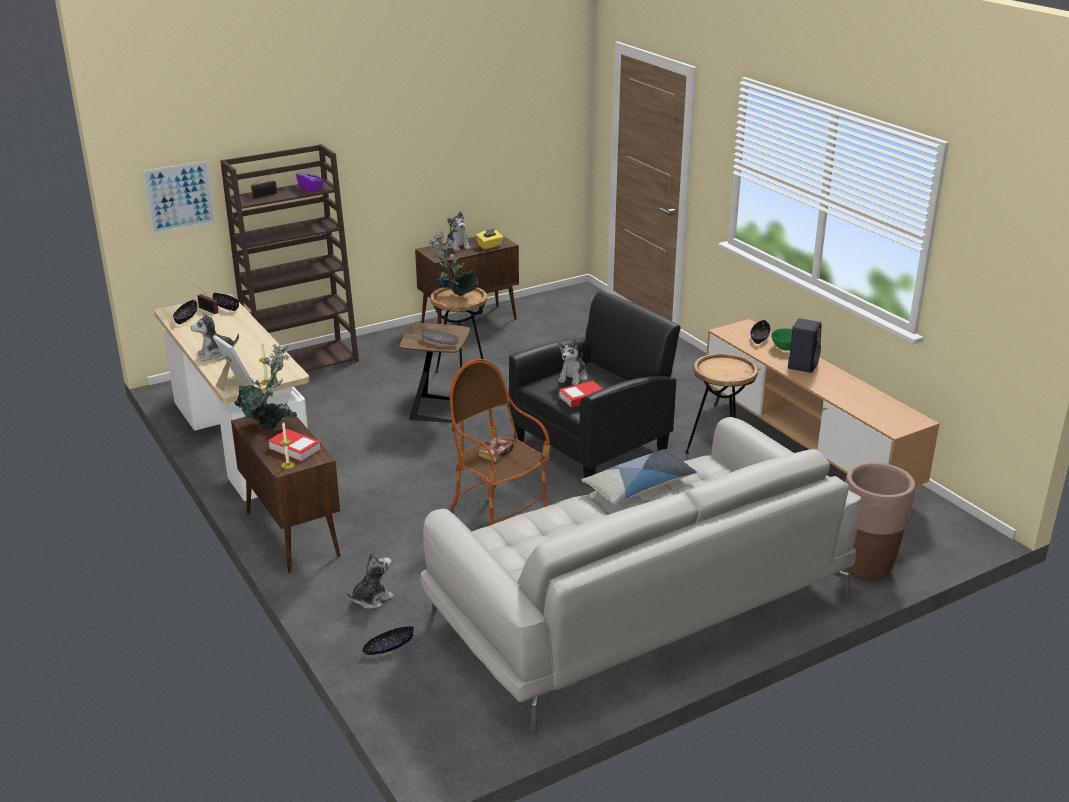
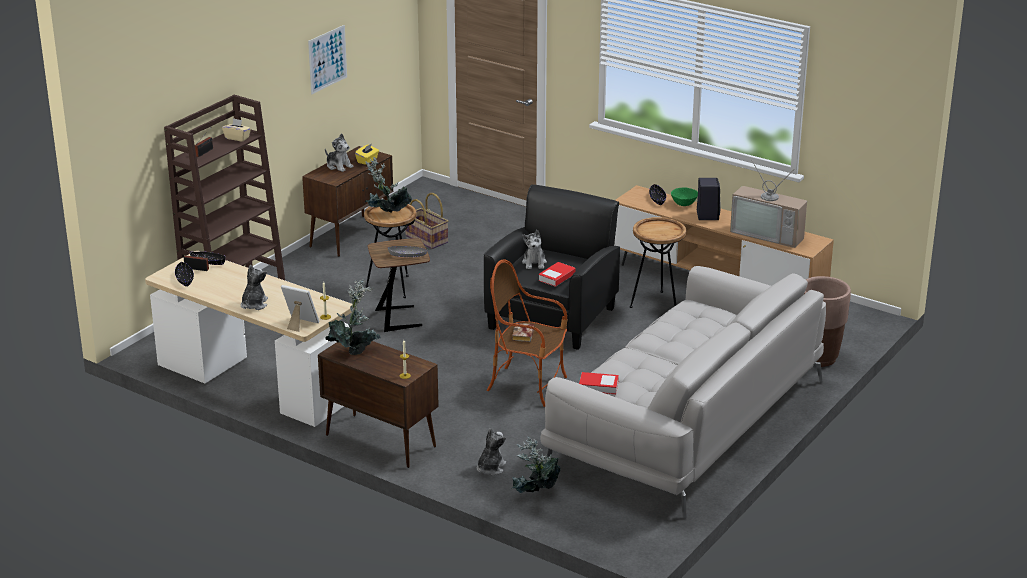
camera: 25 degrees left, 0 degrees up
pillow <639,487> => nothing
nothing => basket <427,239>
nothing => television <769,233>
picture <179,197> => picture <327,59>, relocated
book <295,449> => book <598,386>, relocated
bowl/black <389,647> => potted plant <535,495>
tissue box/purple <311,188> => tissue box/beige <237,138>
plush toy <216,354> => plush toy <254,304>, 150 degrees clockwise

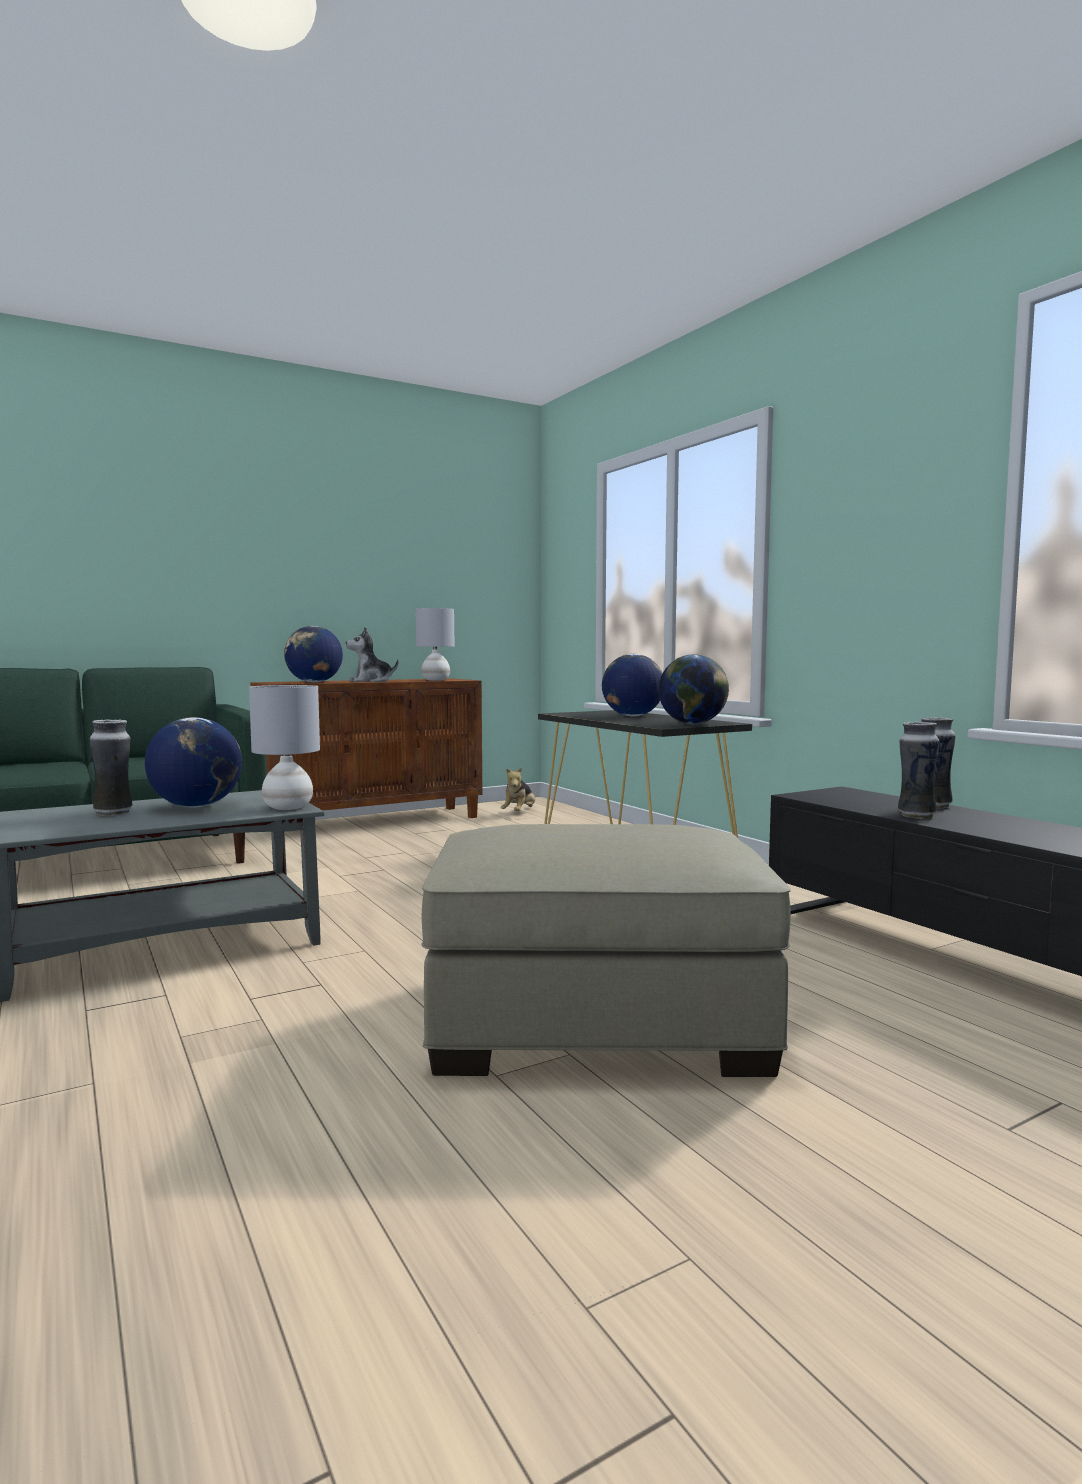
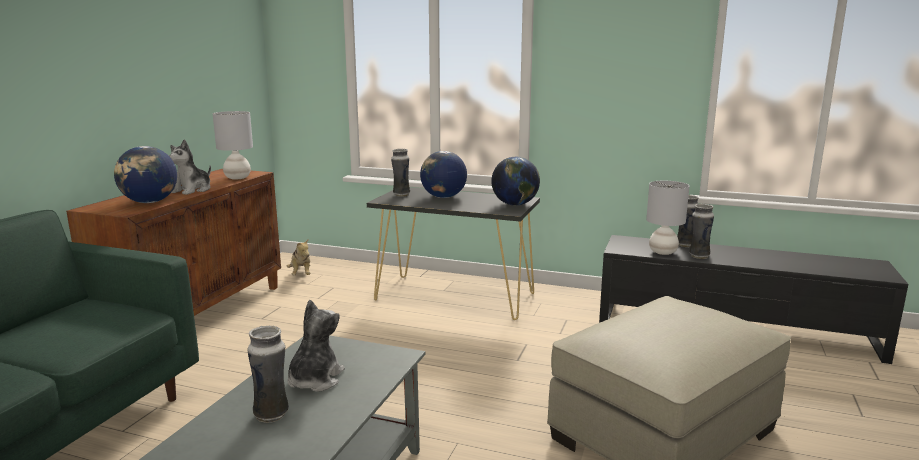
camera: 40 degrees left, 10 degrees up
nothing => vase <401,195>
table lamp/grey <287,807> => table lamp/grey <663,252>, relocated
globe <196,806> => plush toy <314,380>

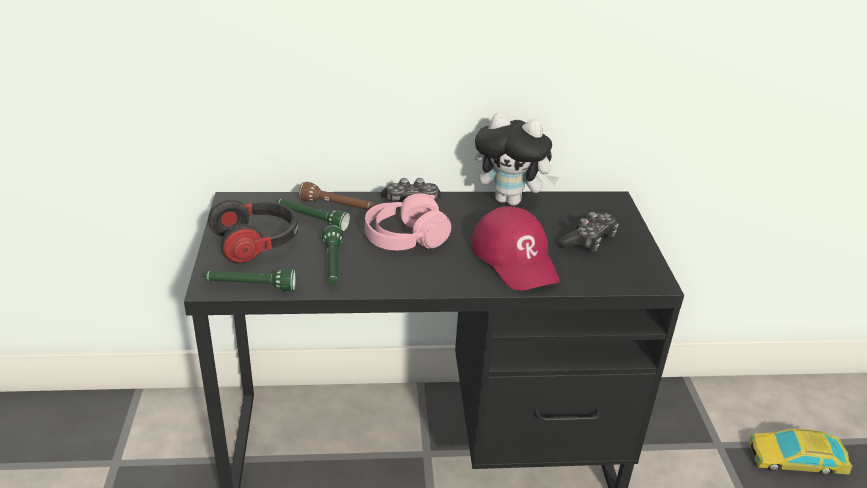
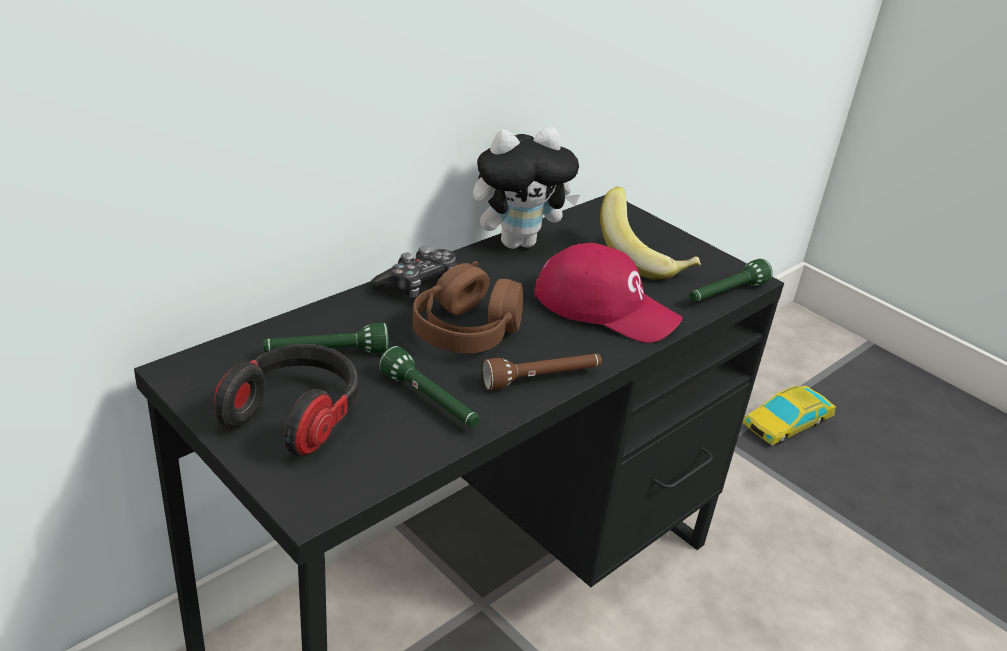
camera: 40 degrees left, 0 degrees up
flashlight/green <250,286> => flashlight/green <725,294>, relocated
flashlight/brown <337,206> => flashlight/brown <542,379>, relocated
game controller <588,241> => banana <644,259>
headphones/pink <405,238> => headphones/brown <466,330>

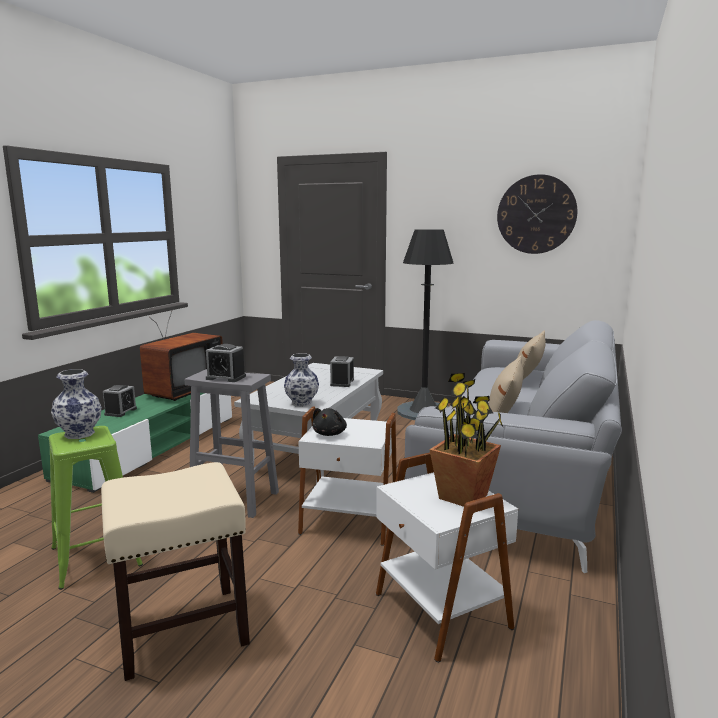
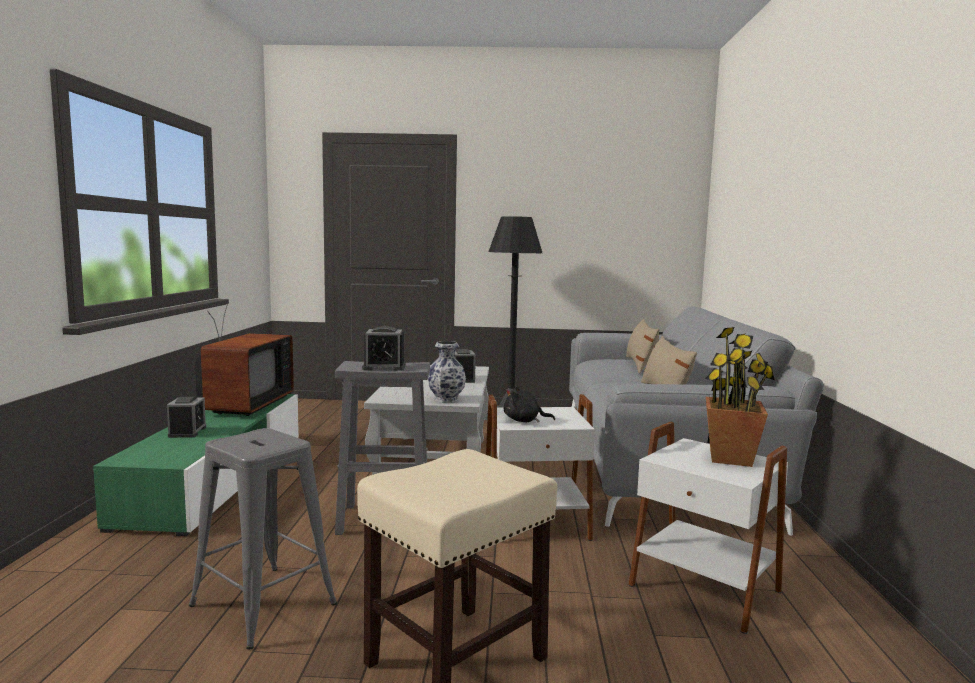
camera: 20 degrees left, 5 degrees down
vase <80,433> => nothing
wall clock <536,214> => nothing
stool/green <96,557> => stool/grey <264,605>
plush toy/black <330,434> => plush toy/black <524,421>, 105 degrees clockwise

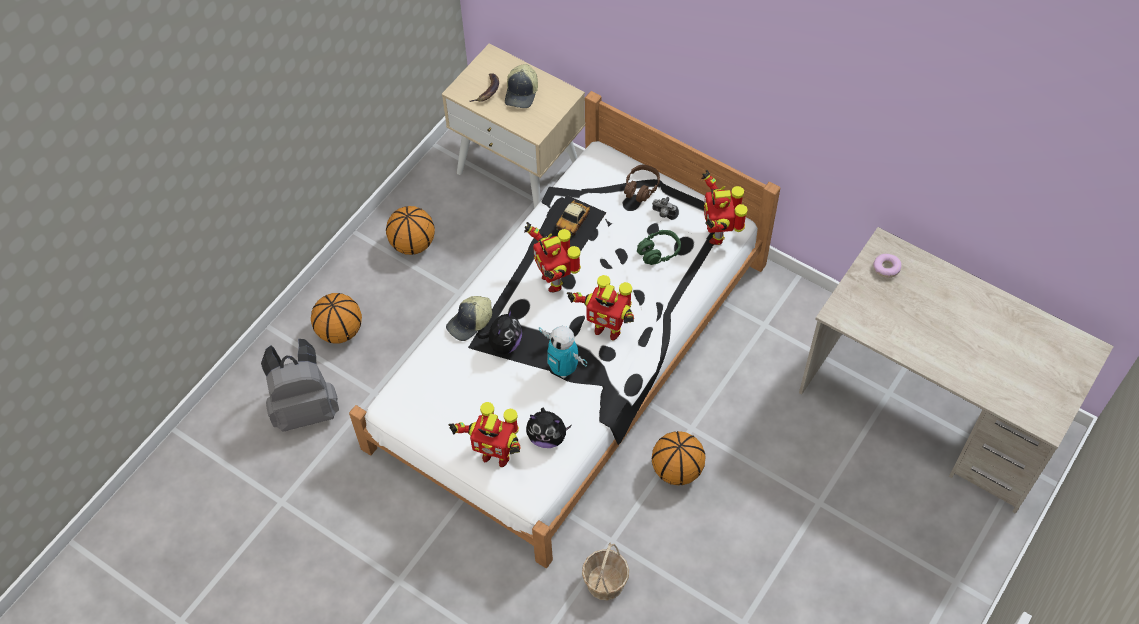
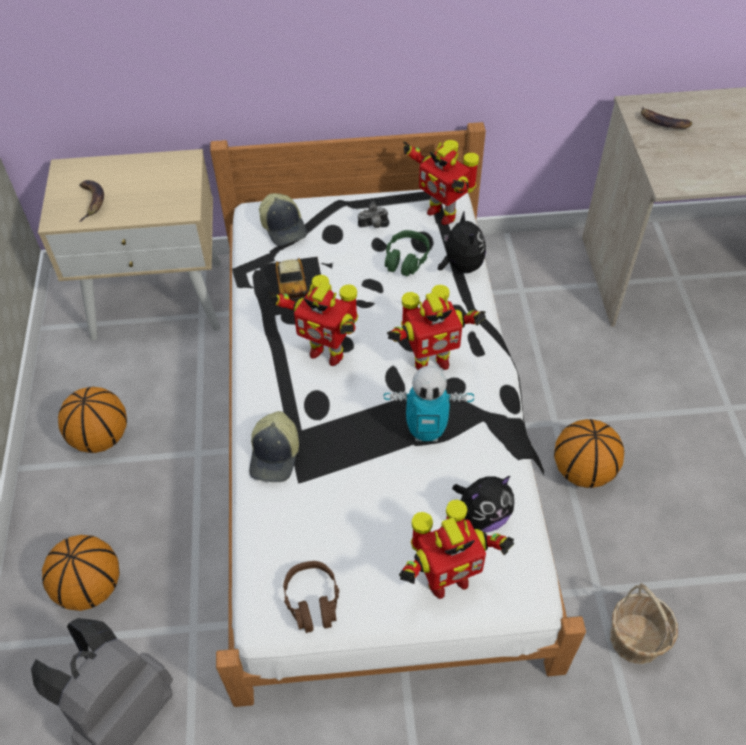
camera: 40 degrees left, 5 degrees down
plush toy <504,344> => plush toy <461,266>, relocated
cap <522,93> => cap <284,227>, relocated
headphones/brown <641,188> => headphones/brown <312,601>, relocated
donut <886,268> => banana <662,123>

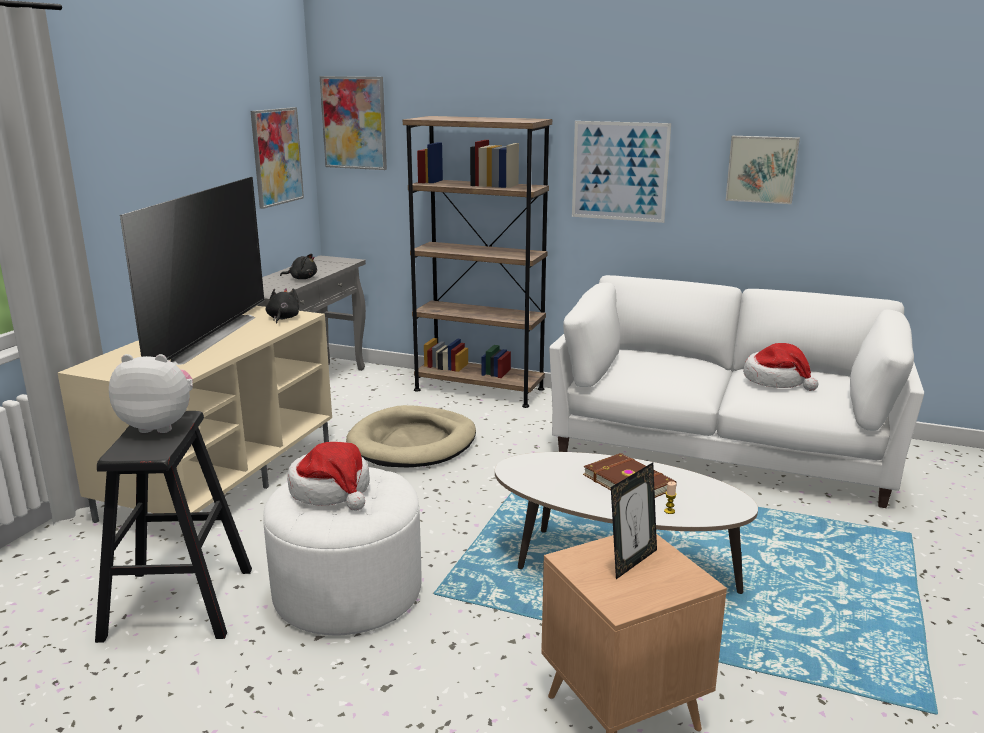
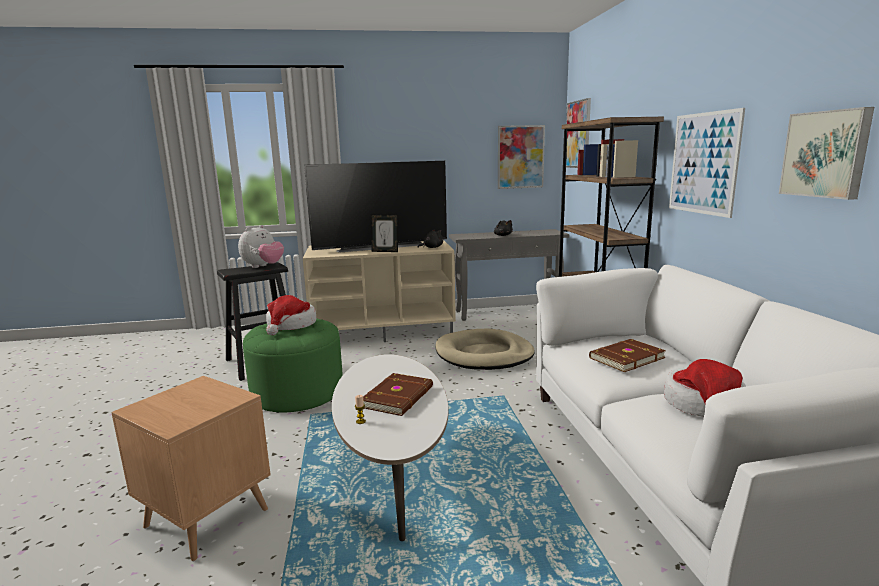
camera: 60 degrees right, 5 degrees down
nothing => book/brown <625,358>
picture frame <632,562> => picture frame <385,251>, relocated
ottoman/white <347,591> => ottoman/green <297,392>
plush toy <159,425> => plush toy <263,267>, 60 degrees clockwise

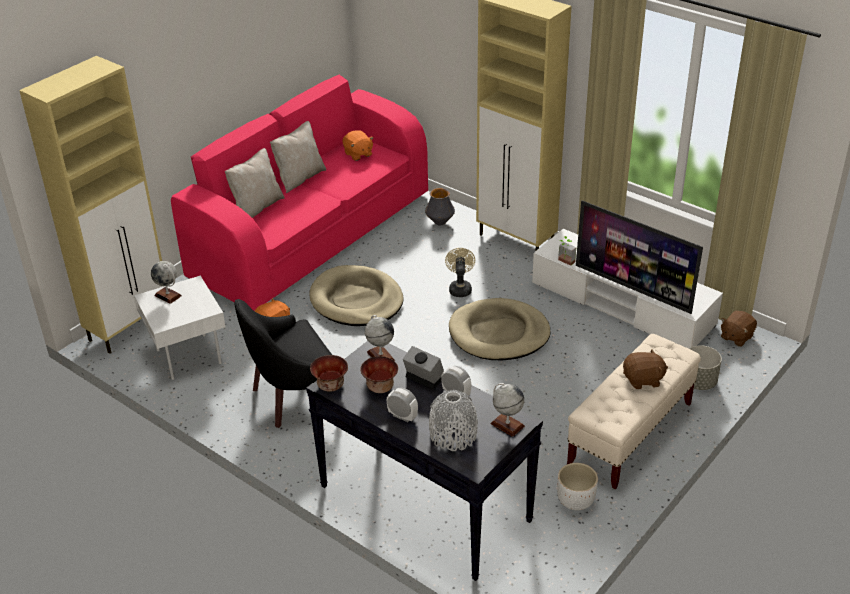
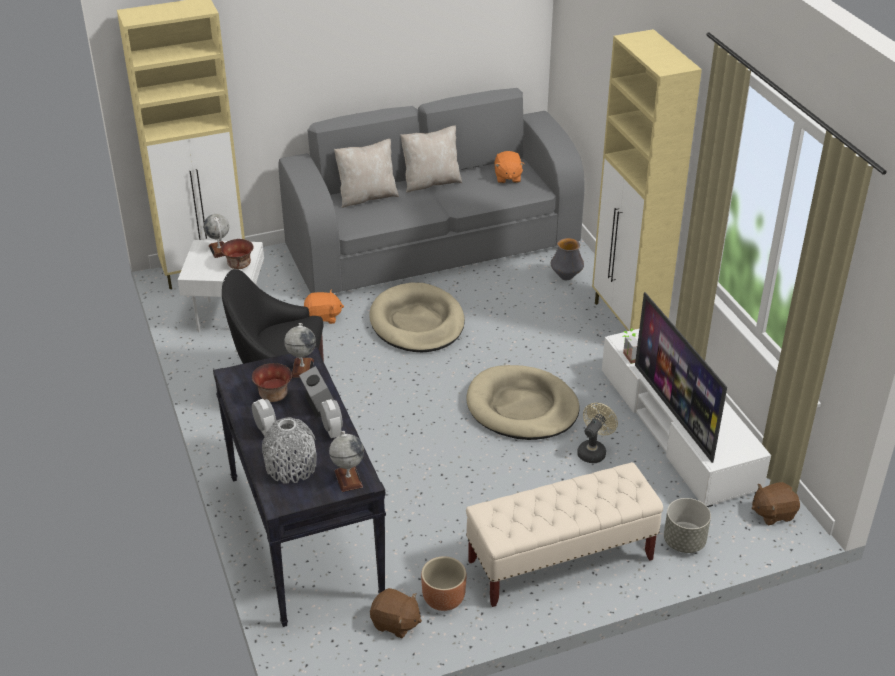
camera: 30 degrees right, 0 degrees up
bowl <331,385> => bowl <239,265>, relocated
fan/beige <460,288> => fan/beige <593,451>, relocated
plush toy/brown <643,380> => plush toy/brown <395,623>, relocated
sofa/pink <312,234> => sofa/grey <434,246>
planter/white <575,501> => planter/brown <443,599>

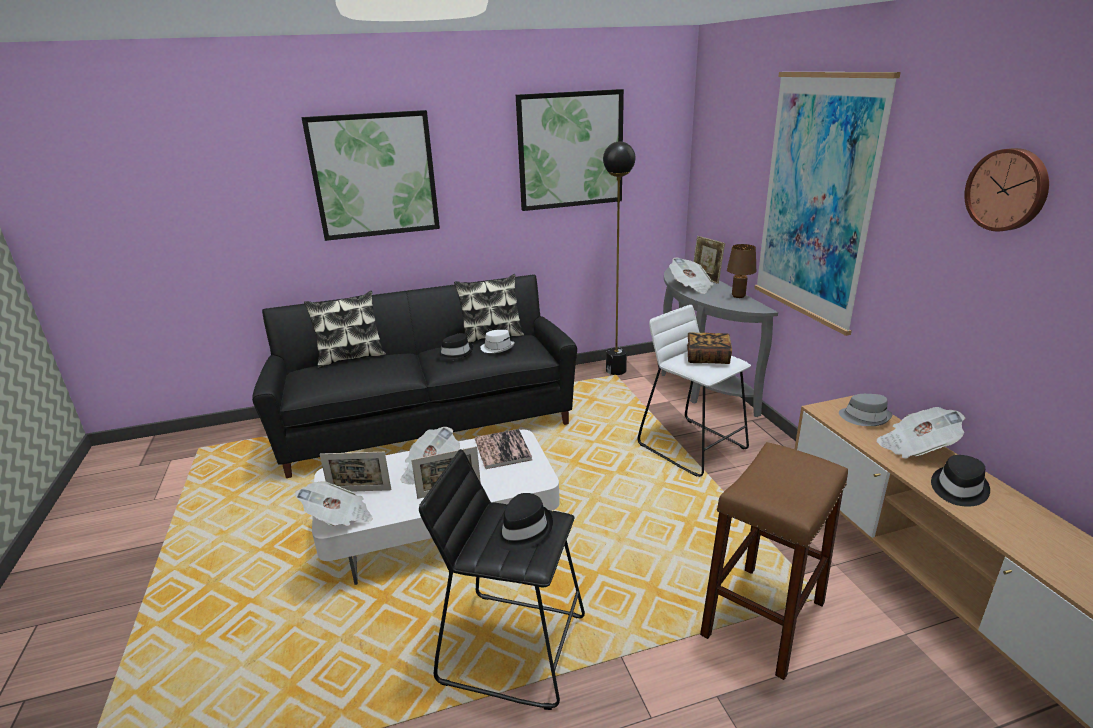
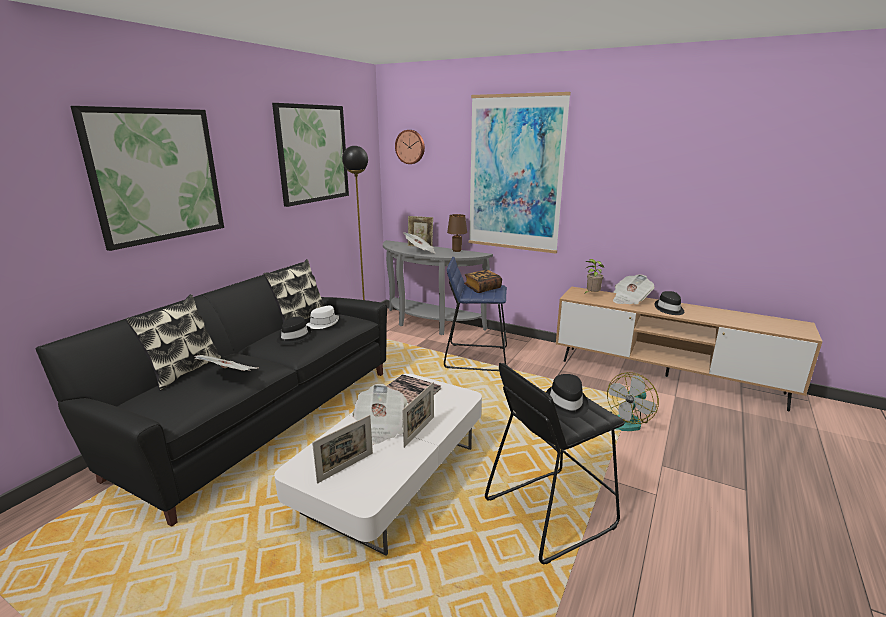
camera: 45 degrees left, 5 degrees down
newspaper <339,519> => newspaper <229,376>, relocated
wall clock <1008,190> => wall clock <410,147>, relocated
stool/brown <763,618> => fan <627,420>
hat/grey <864,417> => potted plant <591,294>
stool/white <692,446> => stool/blue <476,357>

